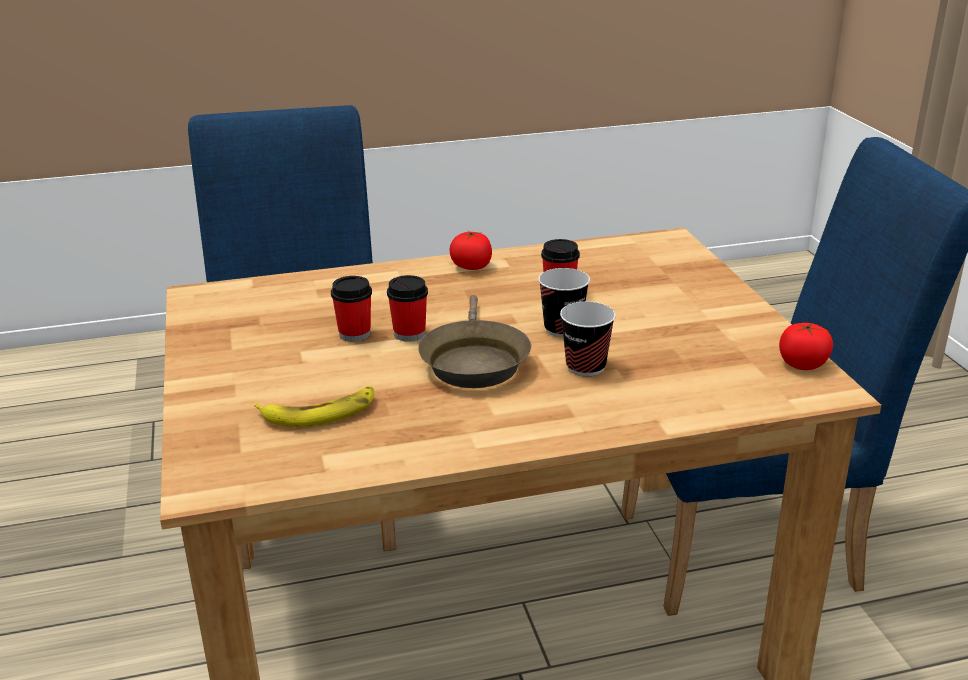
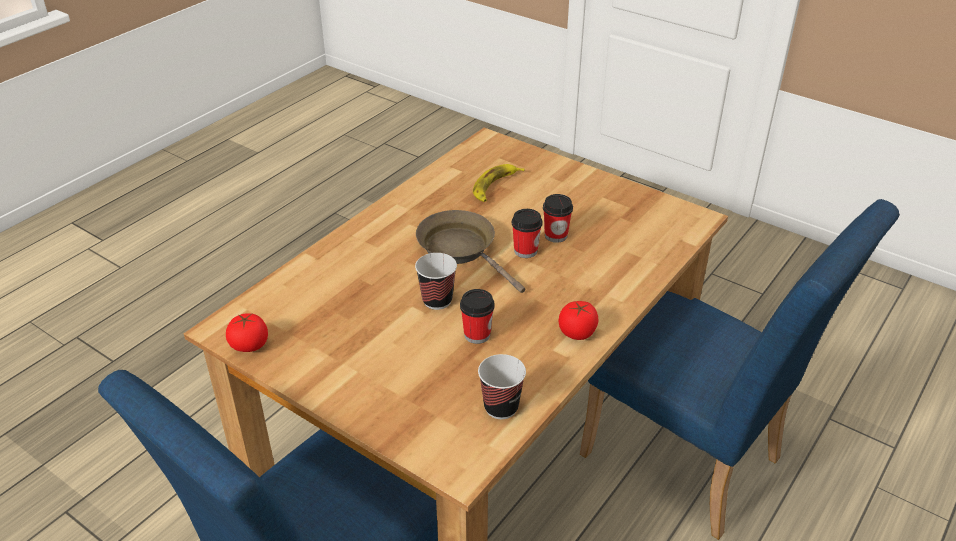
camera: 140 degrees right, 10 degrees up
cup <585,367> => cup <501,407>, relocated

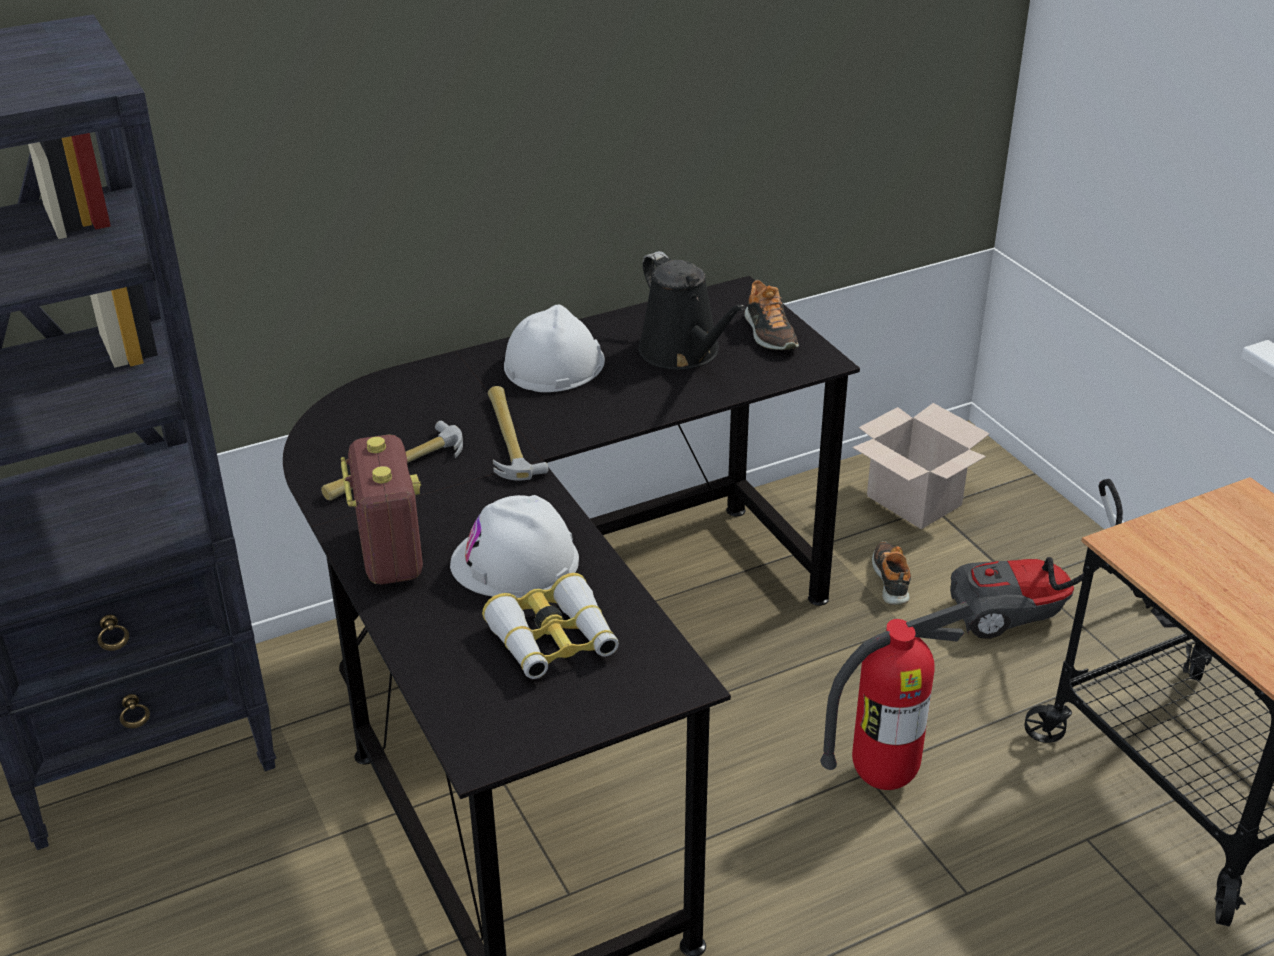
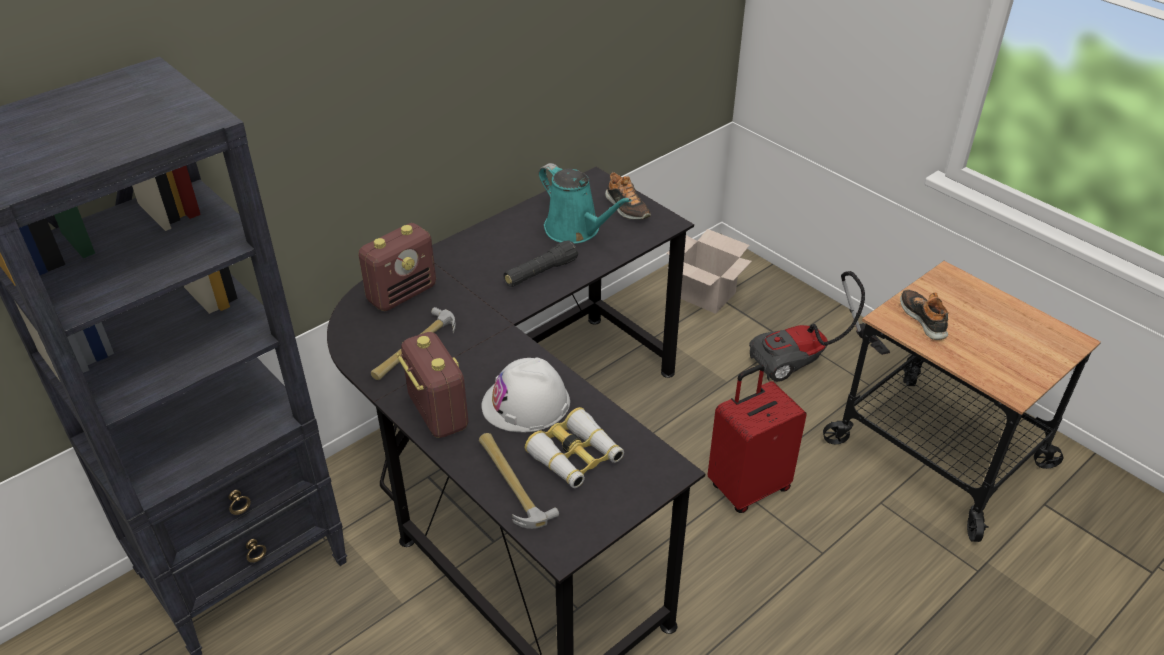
camera: 15 degrees left, 5 degrees up
hard hat/white <553,364> => nothing
nothing => radio <402,293>
nothing => flashlight/black <540,273>
hammer <509,437> => hammer <512,482>, relocated
shoe <891,579> => shoe <923,319>, relocated
fire extinguisher <883,777> => suitcase/red <747,486>
watering can/black <683,353> => watering can/turquoise <576,230>

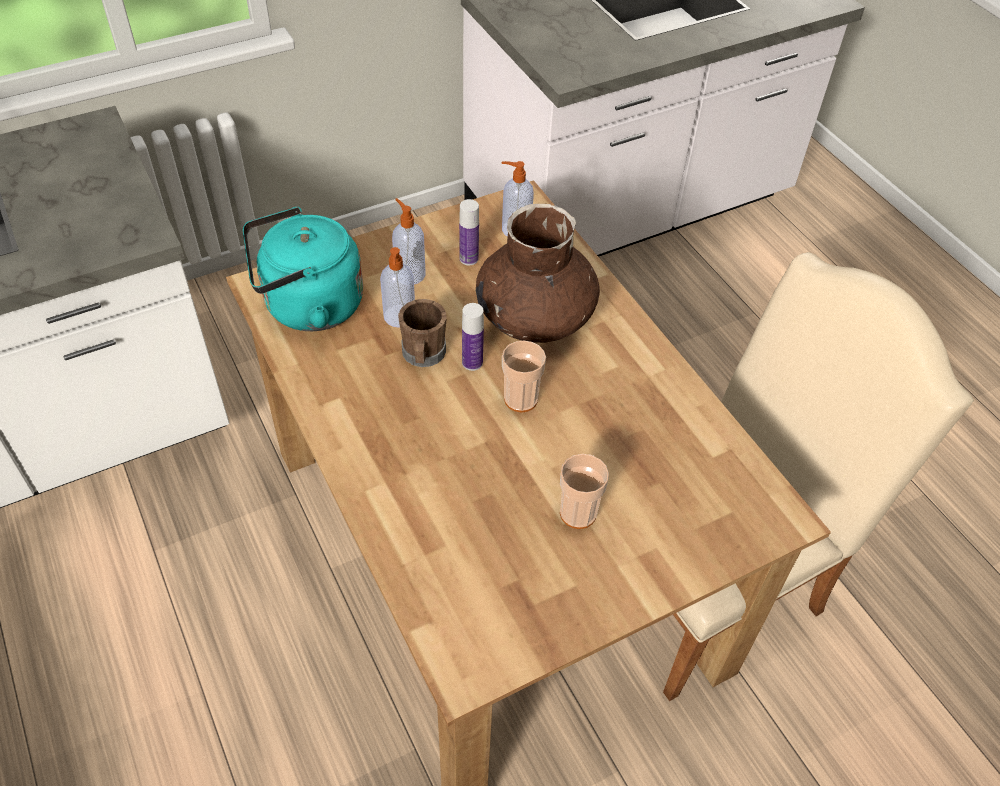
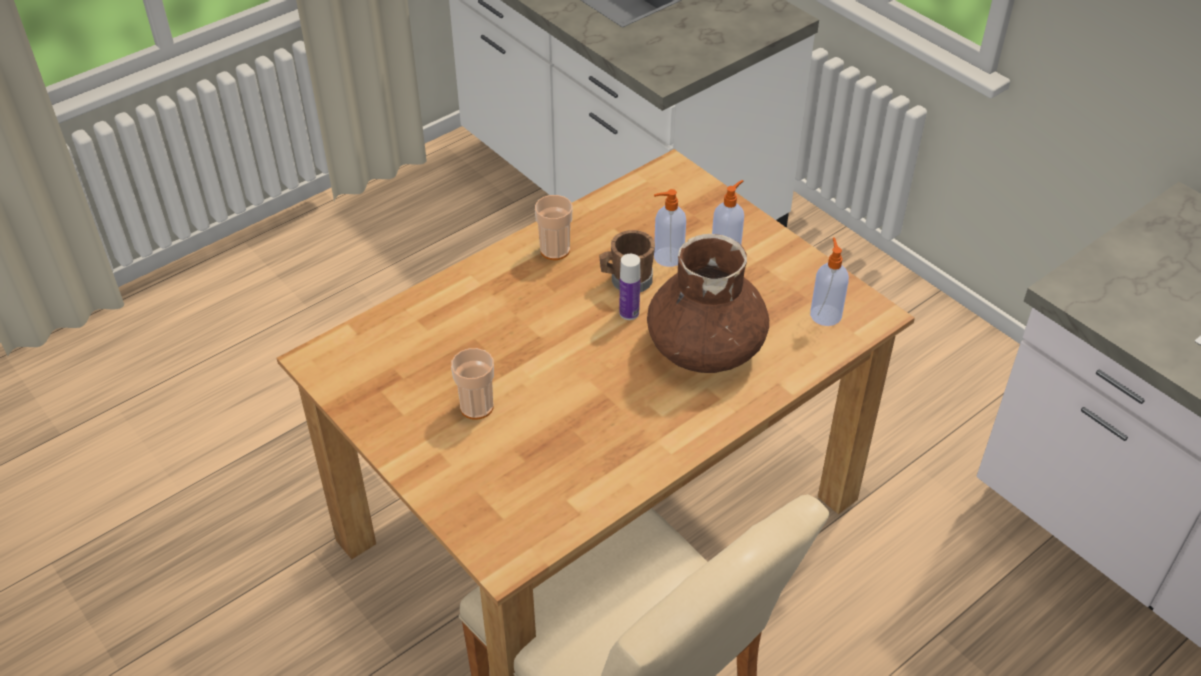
camera: 80 degrees right, 5 degrees down
kettle/turquoise <308,307> => nothing
bottle <469,259> => nothing
cup <520,399> => cup <555,250>, relocated

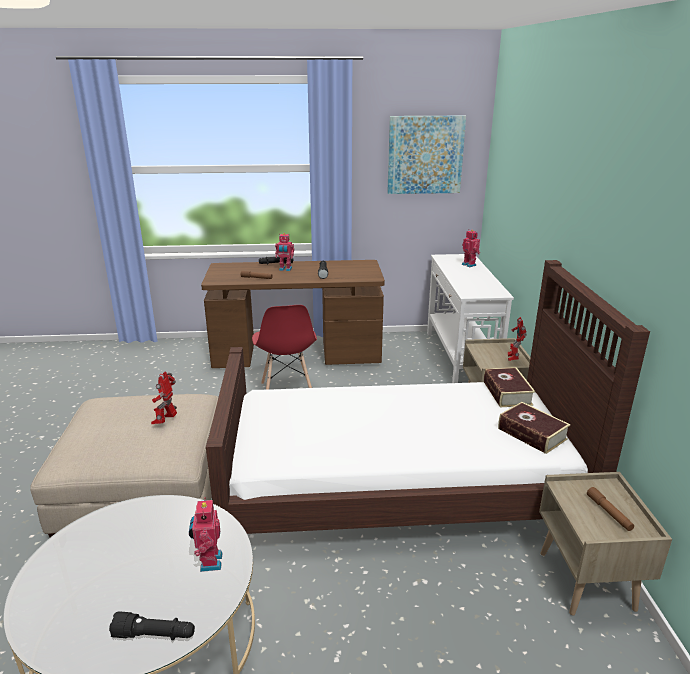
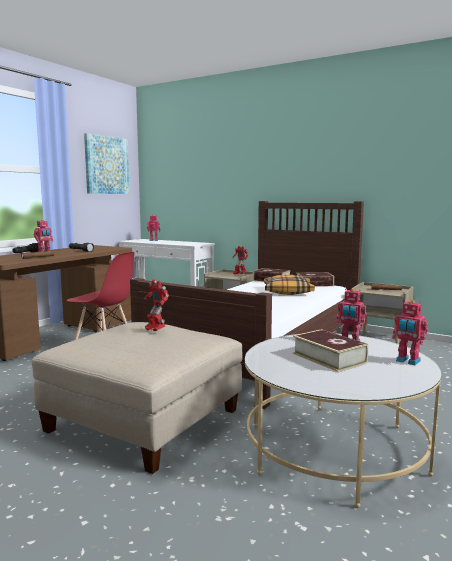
camera: 55 degrees left, 15 degrees down
nothing => pillow <288,291>
nothing => book <329,358>
flashlight/black <155,635> => toy robot <407,361>

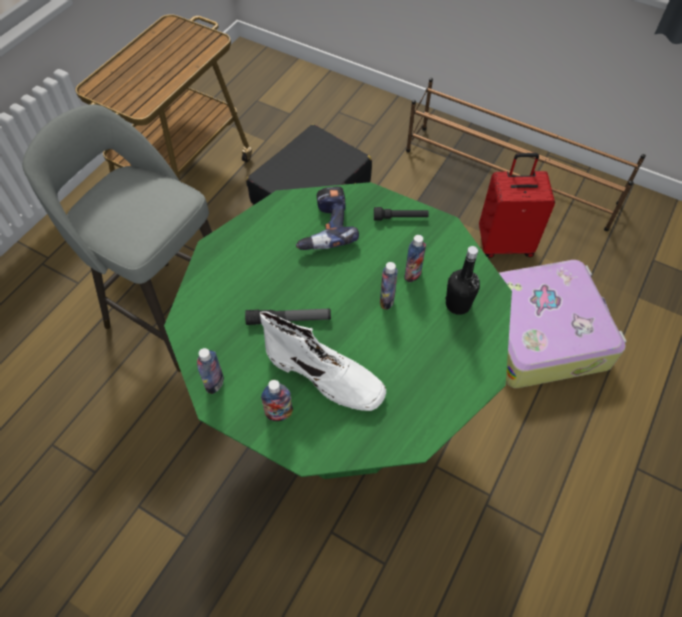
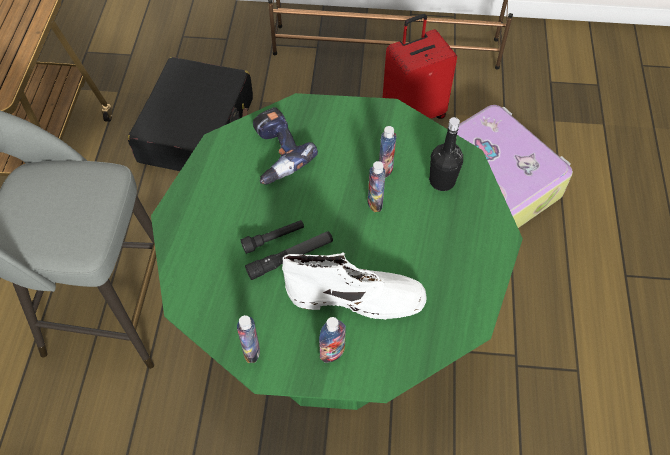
camera: 25 degrees left, 0 degrees up
flashlight/black <400,218> => flashlight/black <273,239>, relocated

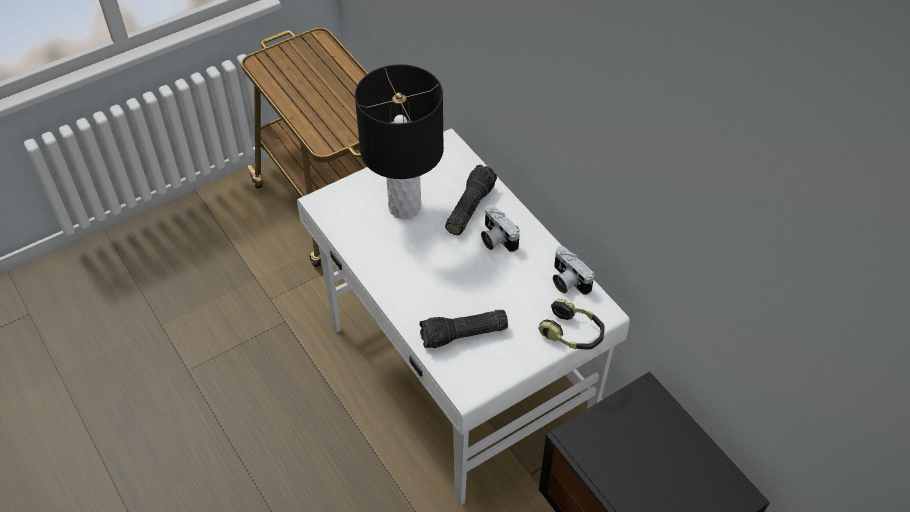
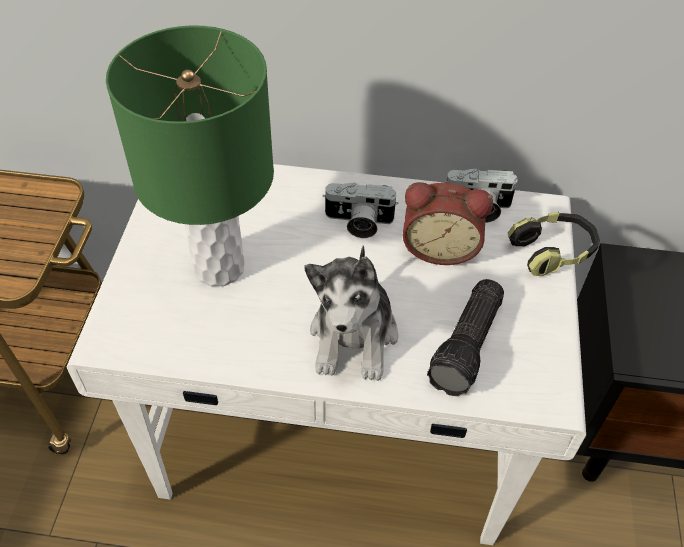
camera: 50 degrees left, 0 degrees up
flashlight <468,207> => nothing
nothing => plush toy <354,336>
nothing => alarm clock <440,247>
table lamp/black <404,207> => table lamp/green <219,268>

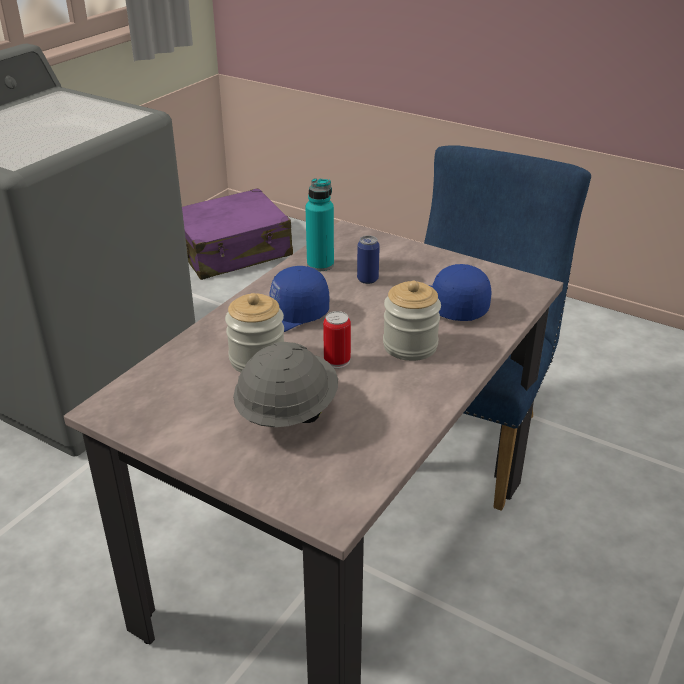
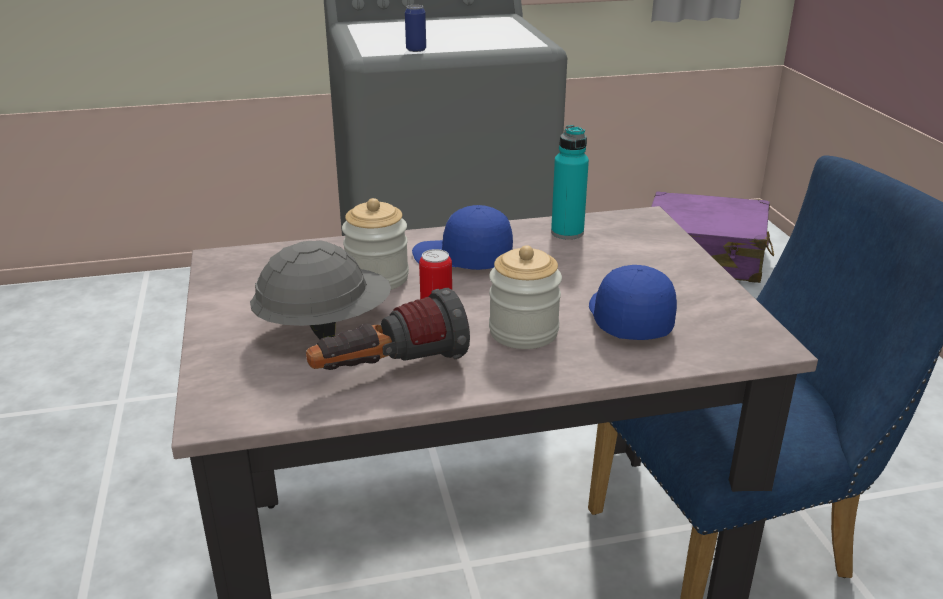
camera: 45 degrees right, 5 degrees down
nothing => flashlight <389,370>
can <367,279> => can <416,50>, relocated

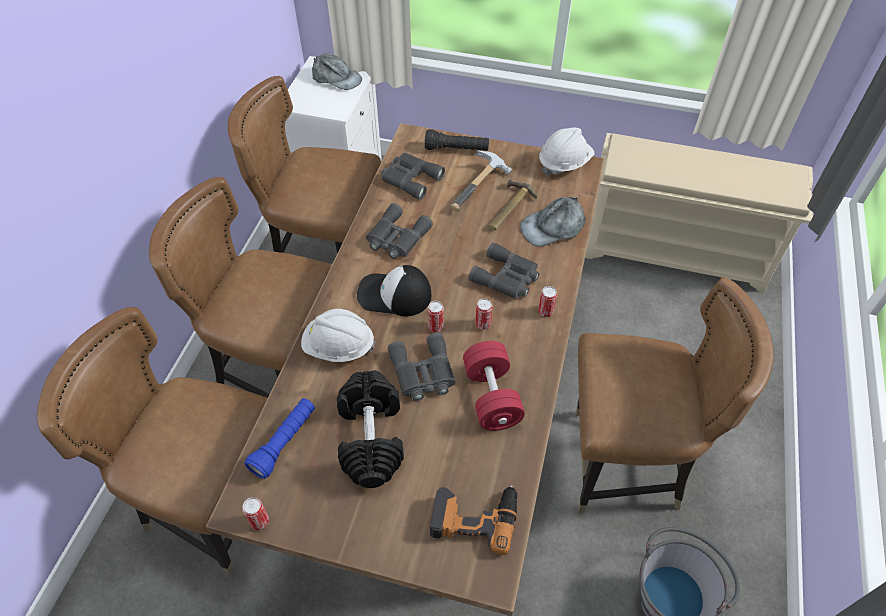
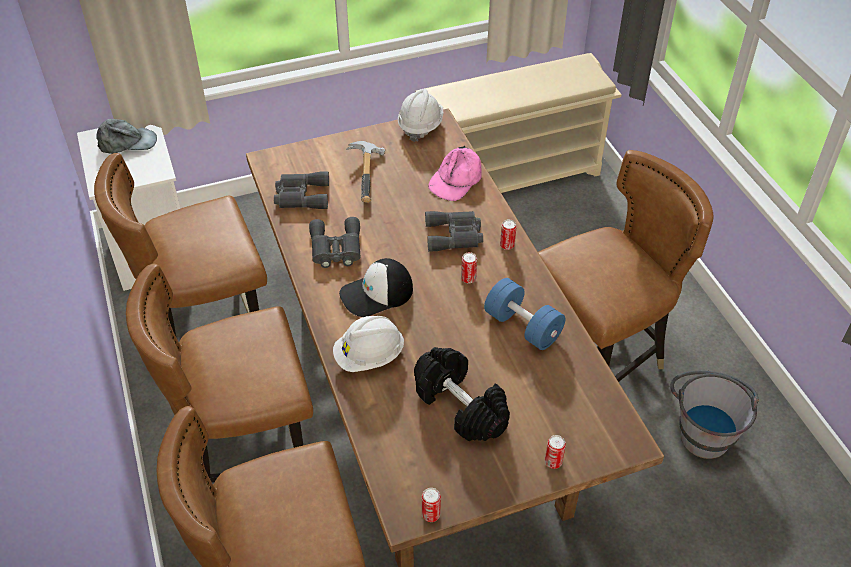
camera: 35 degrees left, 5 degrees down
flashlight/blue <284,442> => nothing
binoculars/grey <423,373> => nothing
flashlight/black <457,149> => nothing
power drill <474,516> => nothing
hammer <507,208> => nothing
can <435,326> => can <553,462>, relocated
dumbbell/red <491,397> => dumbbell/blue <523,326>
cap/grey <553,227> => cap/pink <456,180>

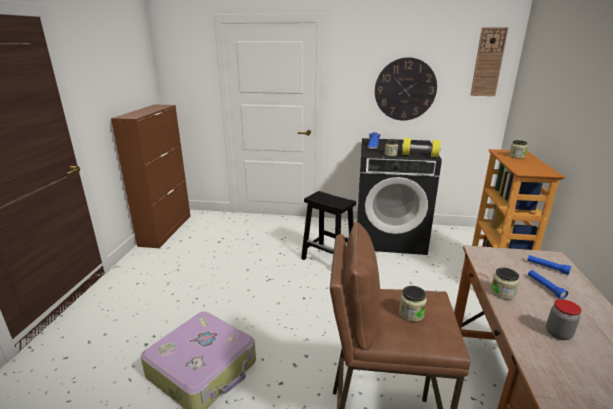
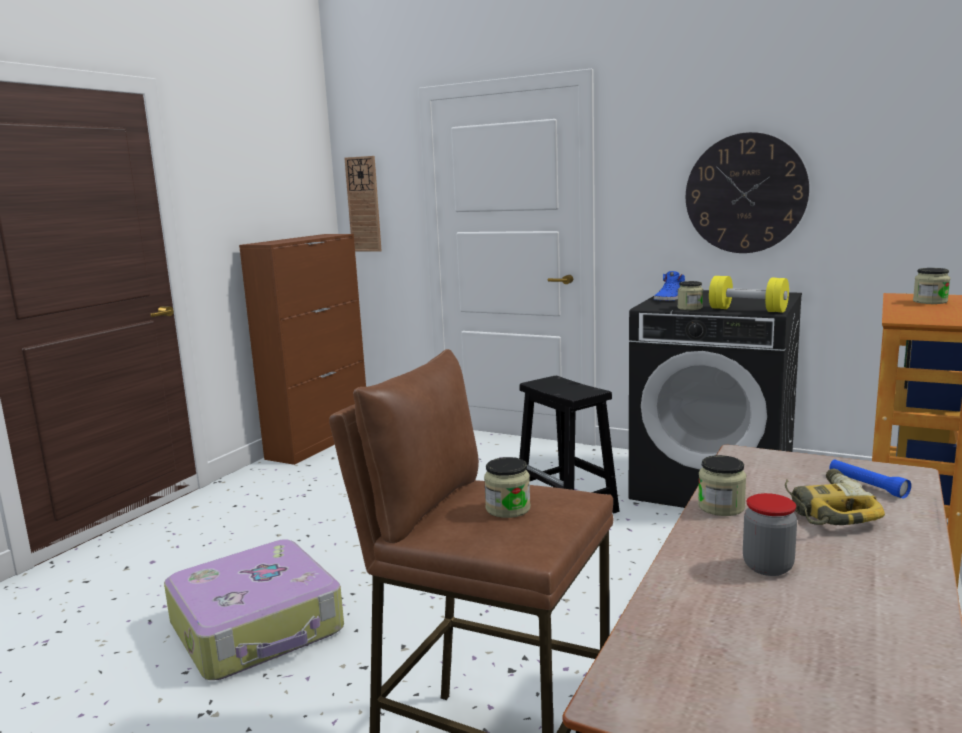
camera: 20 degrees right, 10 degrees down
wall clock <488,62> => wall clock <363,204>, relocated
flashlight/blue <545,287> => power drill <824,509>

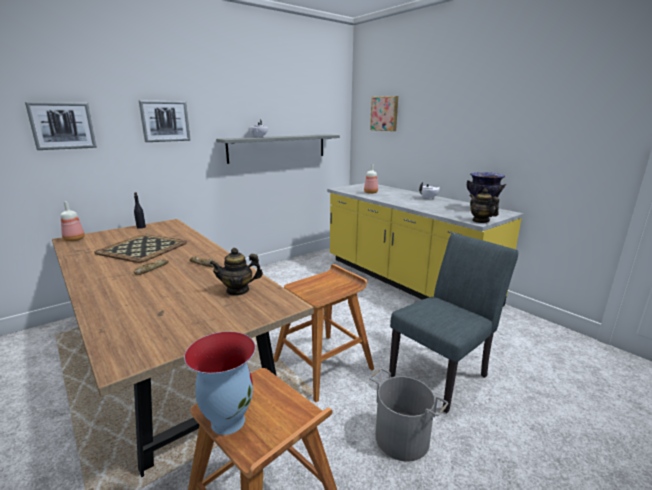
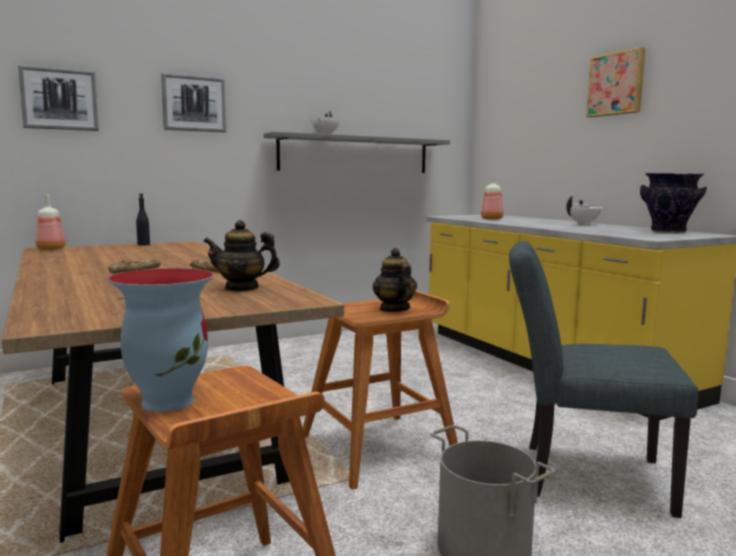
camera: 10 degrees right, 10 degrees down
tray <142,248> => nothing
picture <385,113> => picture <616,84>, relocated
teapot <480,221> => teapot <394,309>, relocated
chair/grey <443,373> => chair/grey <581,476>, 135 degrees counterclockwise

